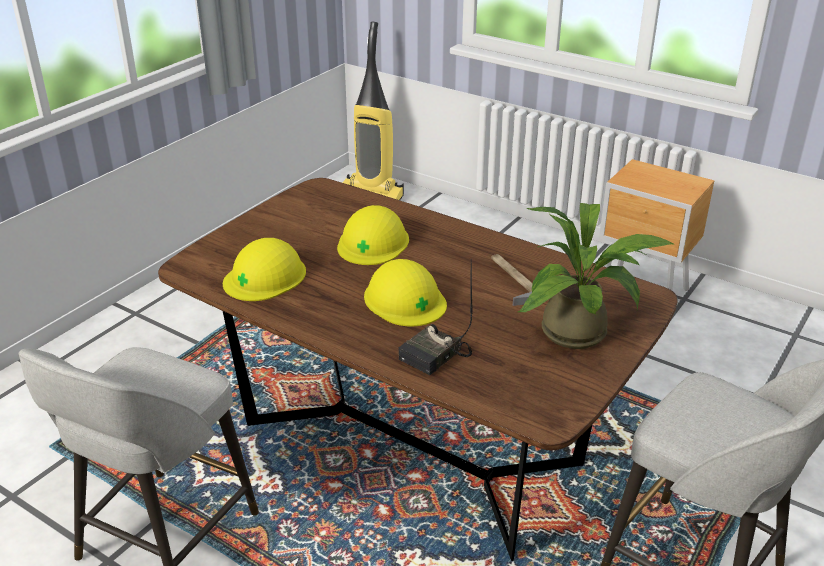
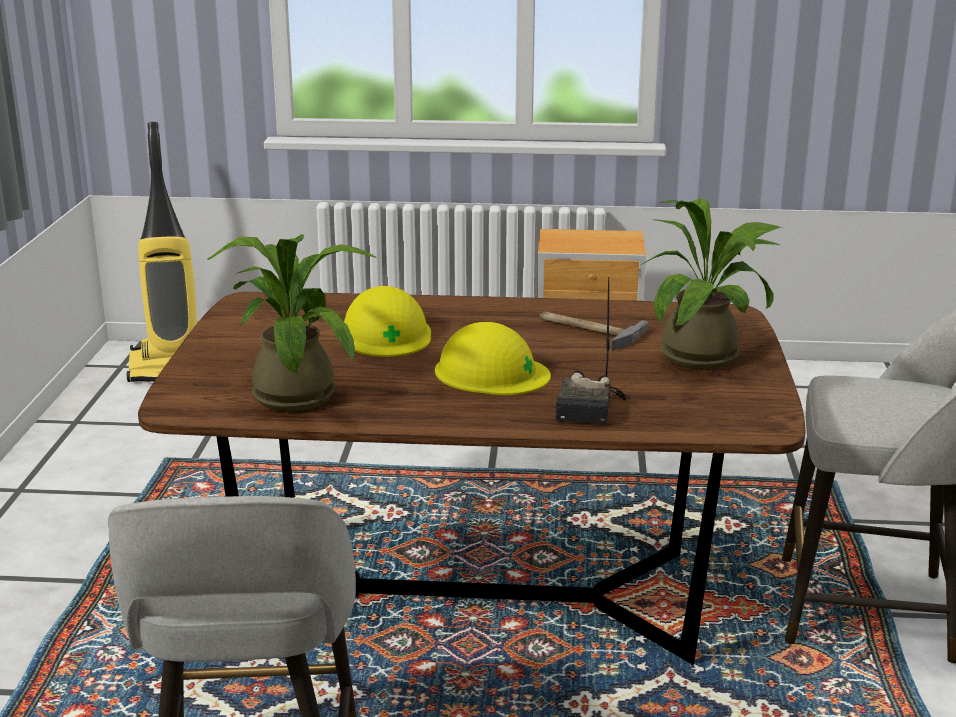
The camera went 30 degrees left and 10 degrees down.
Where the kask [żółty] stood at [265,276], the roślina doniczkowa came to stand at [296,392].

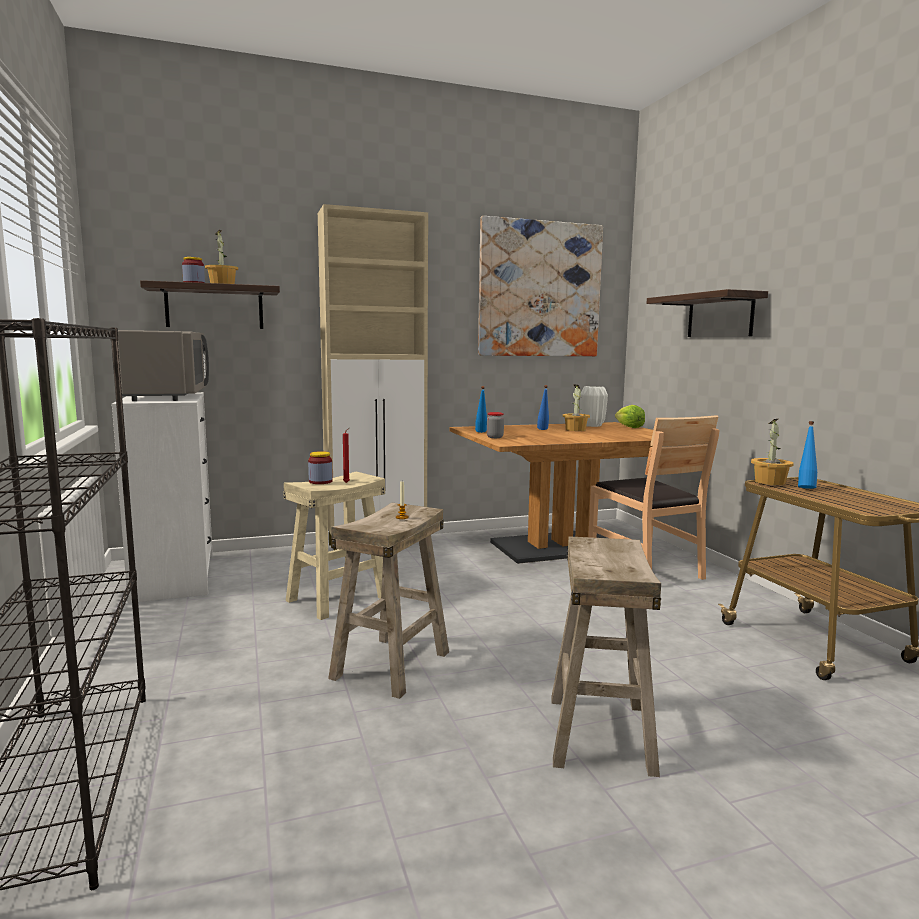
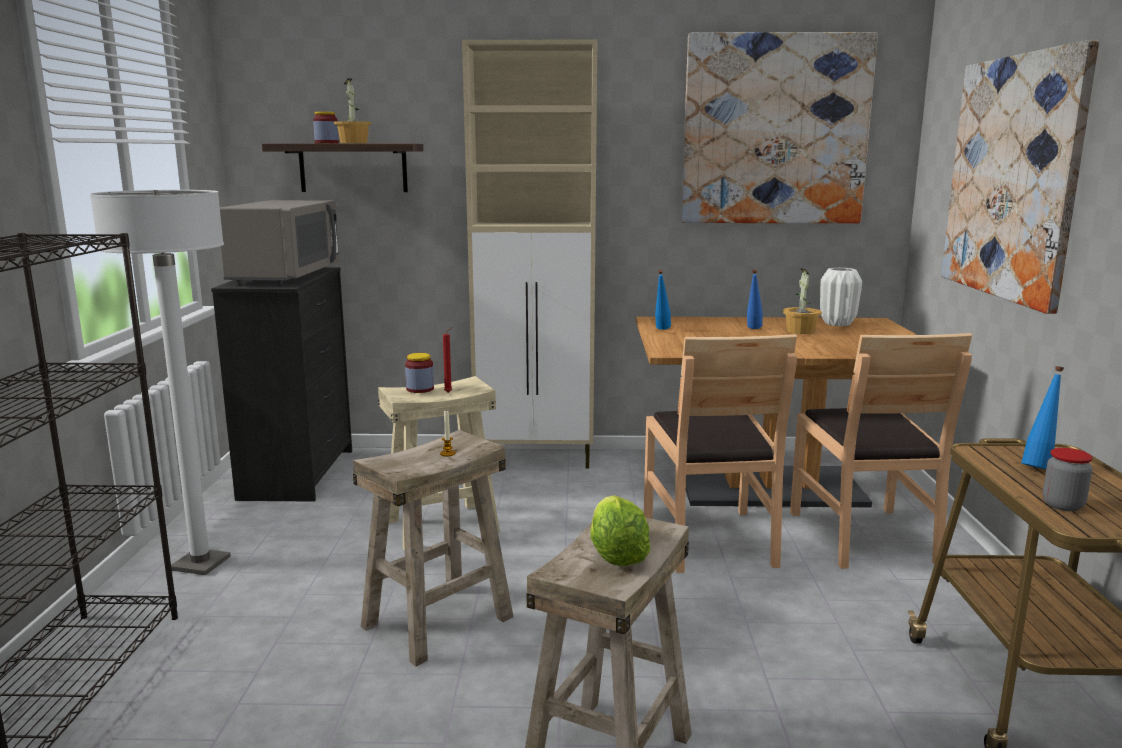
The camera went 20 degrees right and 5 degrees up.
Where the półka hung at [720,316], the obraz came to hang at [1012,178].
What was the komoda [biały] at [175,576] turned into the komoda [czarny] at [299,474].
The sałata ended up elsewhere, having gone from [629,427] to [616,554].
The słoik ended up elsewhere, having gone from [495,437] to [1063,505].
The second view lost the roślina doniczkowa at [770,482].
The second view gained the lampa stojąca [biały] at [201,564].
The second view gained the krzesło [brązowy] at [709,539].

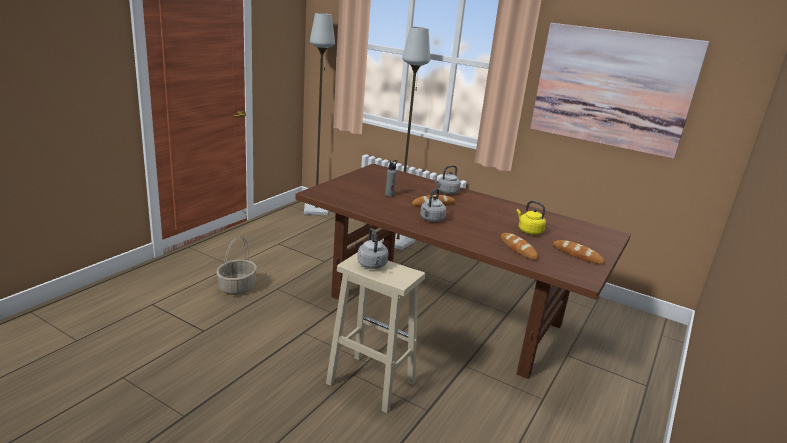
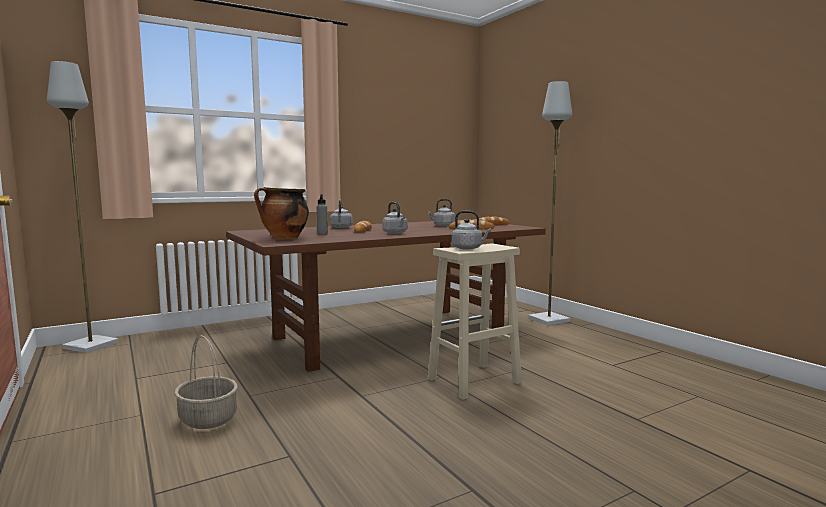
The camera went 60 degrees left and 15 degrees down.
The second view lost the obraz at [612,88].
The lampa stojąca [szary] ended up elsewhere, having gone from [398,242] to [548,320].
What was the czajnik [żółty] at [529,231] turned into the czajnik [szary] at [443,225].
The second view gained the garnek at [284,238].

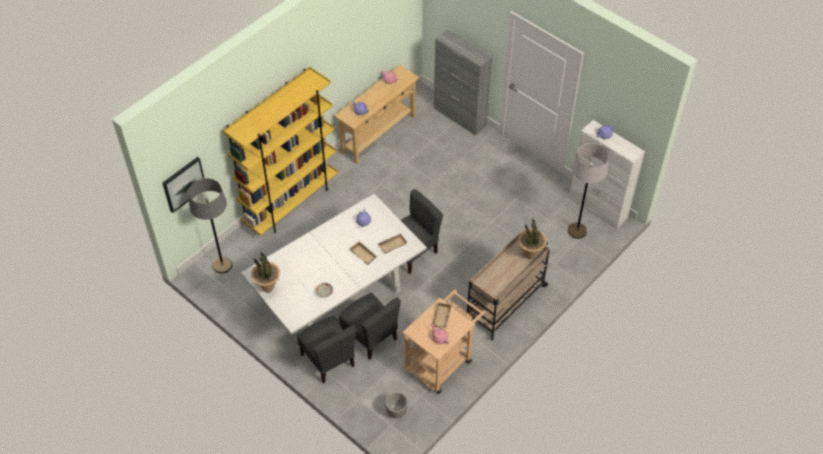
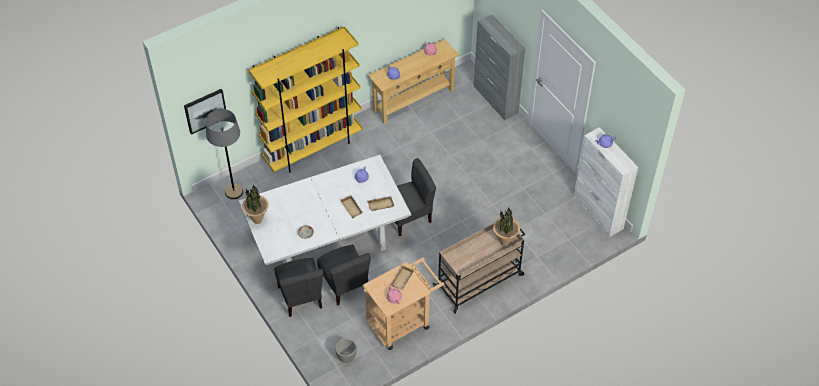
The camera went 15 degrees right and 0 degrees up.
The second view lost the lampa stojąca [szary] at [577,231].

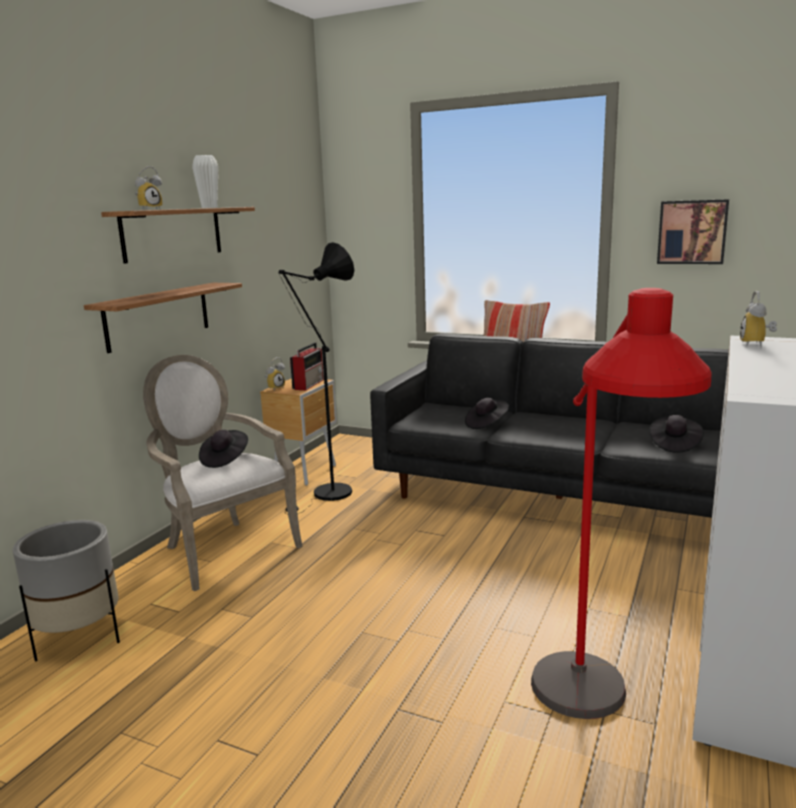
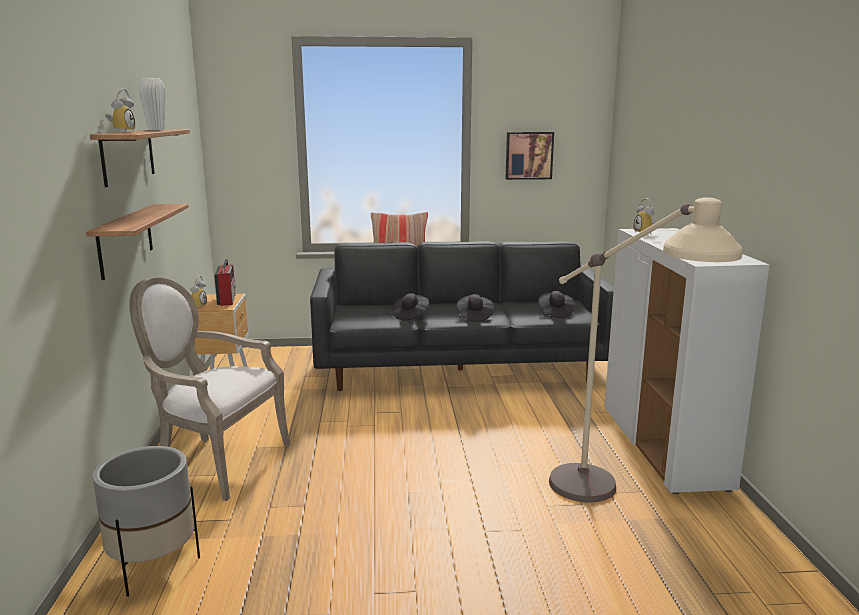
The camera went 30 degrees left and 0 degrees up.
The second view lost the lampa stojąca [czarny] at [327,495].
What was the lampa stojąca [czerwony] at [590,734] turned into the lampa stojąca [beżowy] at [613,508].
The kapelusz [czarny] ended up elsewhere, having gone from [224,459] to [474,316].

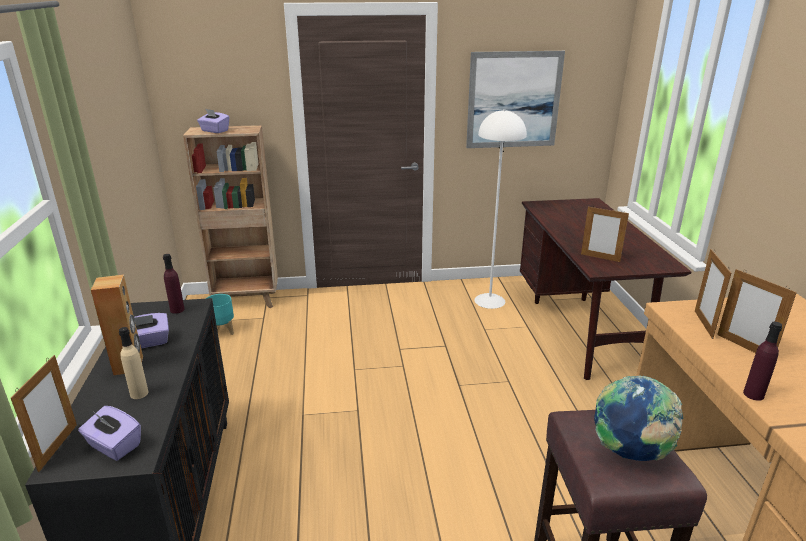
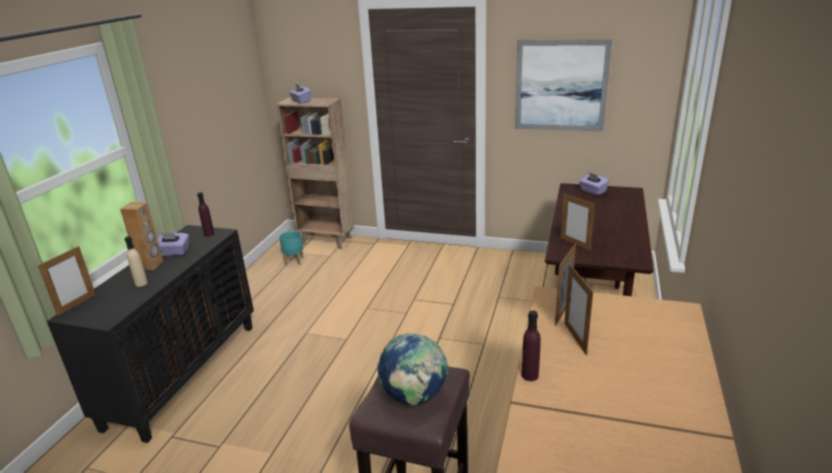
The camera went 25 degrees right and 0 degrees up.
The second view lost the lampa stojąca [biały] at [490,301].
The pudełko chusteczek [fioletowy] ended up elsewhere, having gone from [114,446] to [592,191].

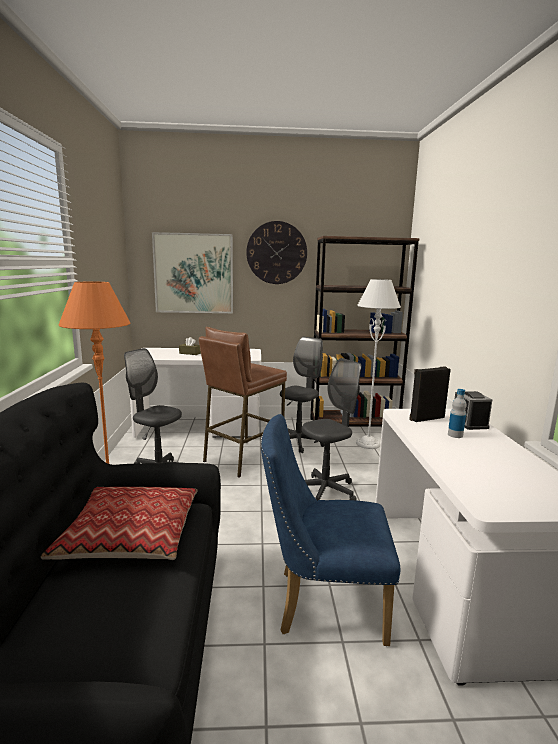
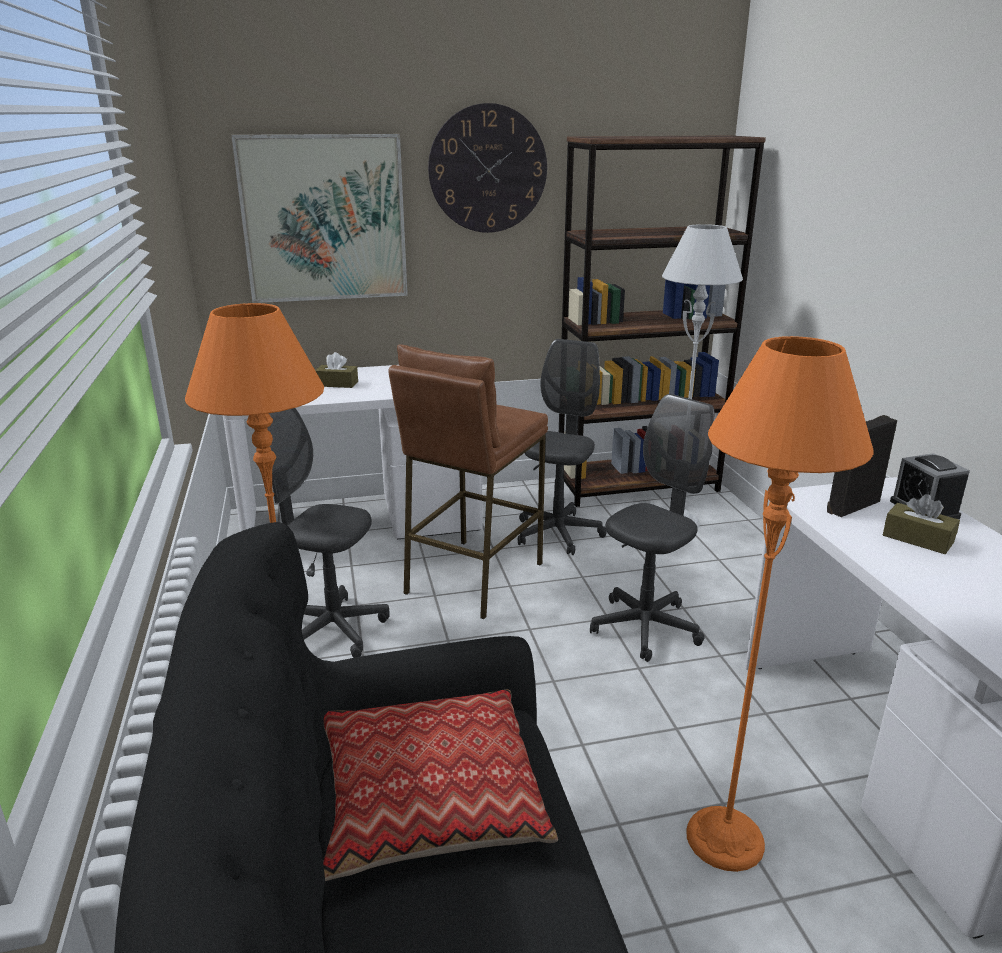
The camera went 10 degrees left and 10 degrees up.
Where the butelka stood at [455,435], the pudełko chusteczek [brązowy] came to stand at [917,539].
Where the krzesło [niebieski] stood at [321,603], the lampa stojąca [pomarańczowy] came to stand at [724,838].

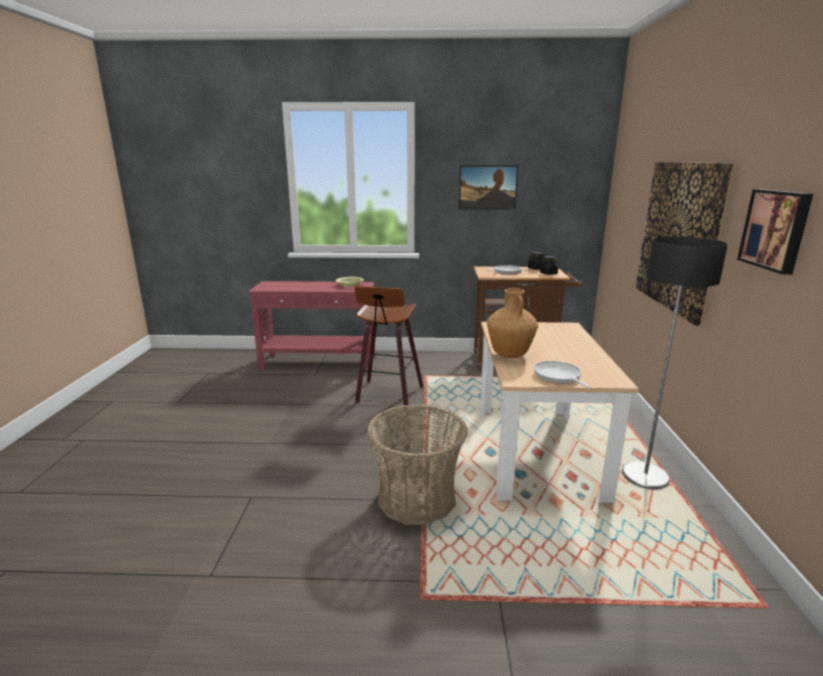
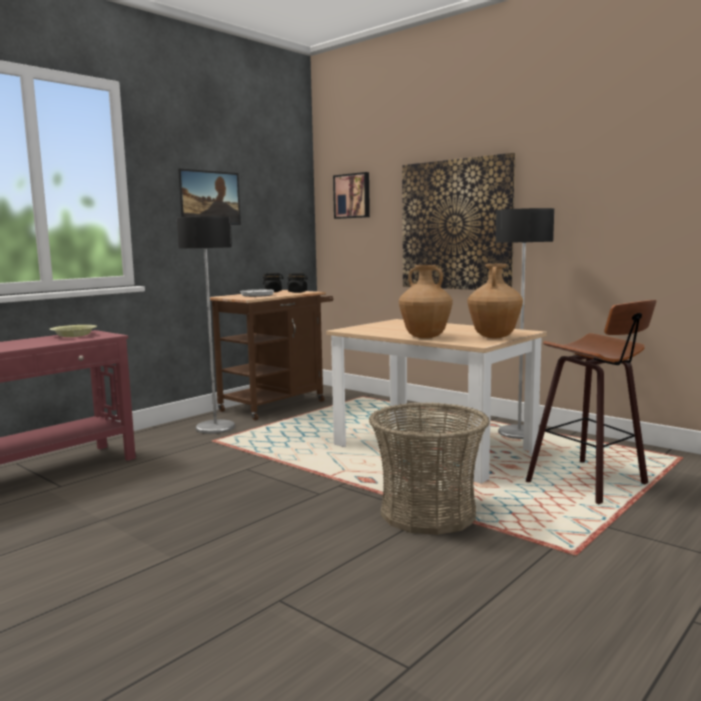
The camera went 50 degrees left and 10 degrees down.
The obraz ended up elsewhere, having gone from [776,229] to [352,196].
The stołek ended up elsewhere, having gone from [388,395] to [591,483].
Where the patelnia stood at [558,377], the wazon [brązowy] came to stand at [494,337].
The second view gained the lampa stojąca at [215,428].

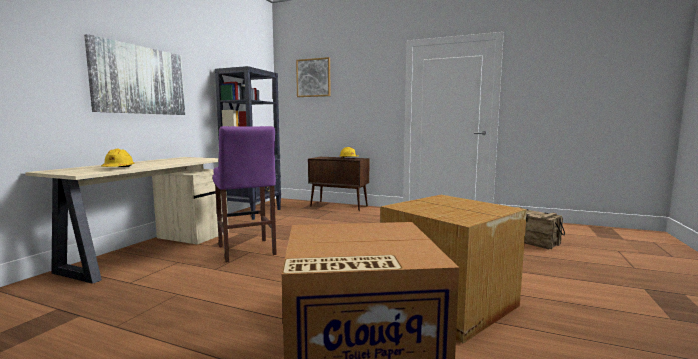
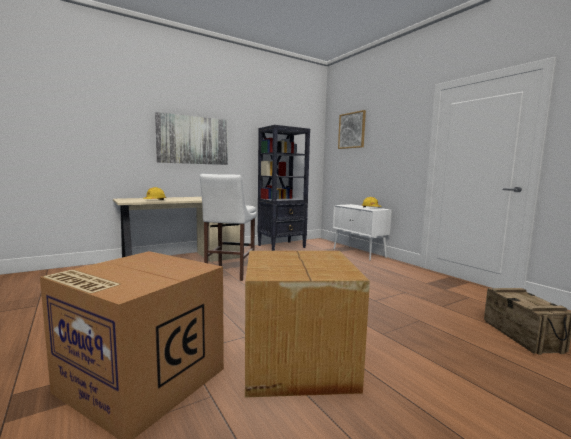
The camera went 35 degrees right and 0 degrees up.
What was the stołek [fioletowy] at [247,251] turned into the stołek [biały] at [228,273].
What was the szafka [brązowy] at [339,206] turned into the szafka [biały] at [359,253].

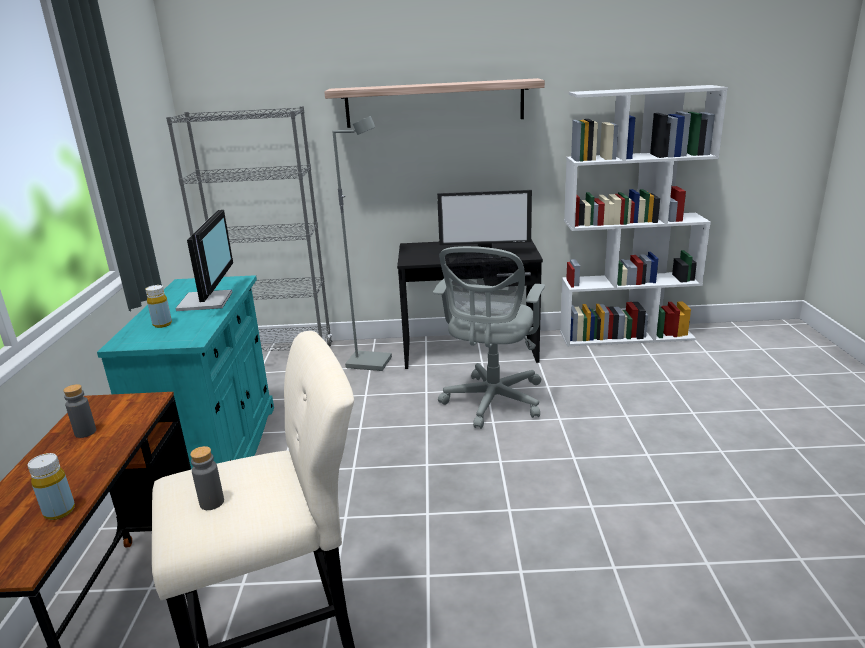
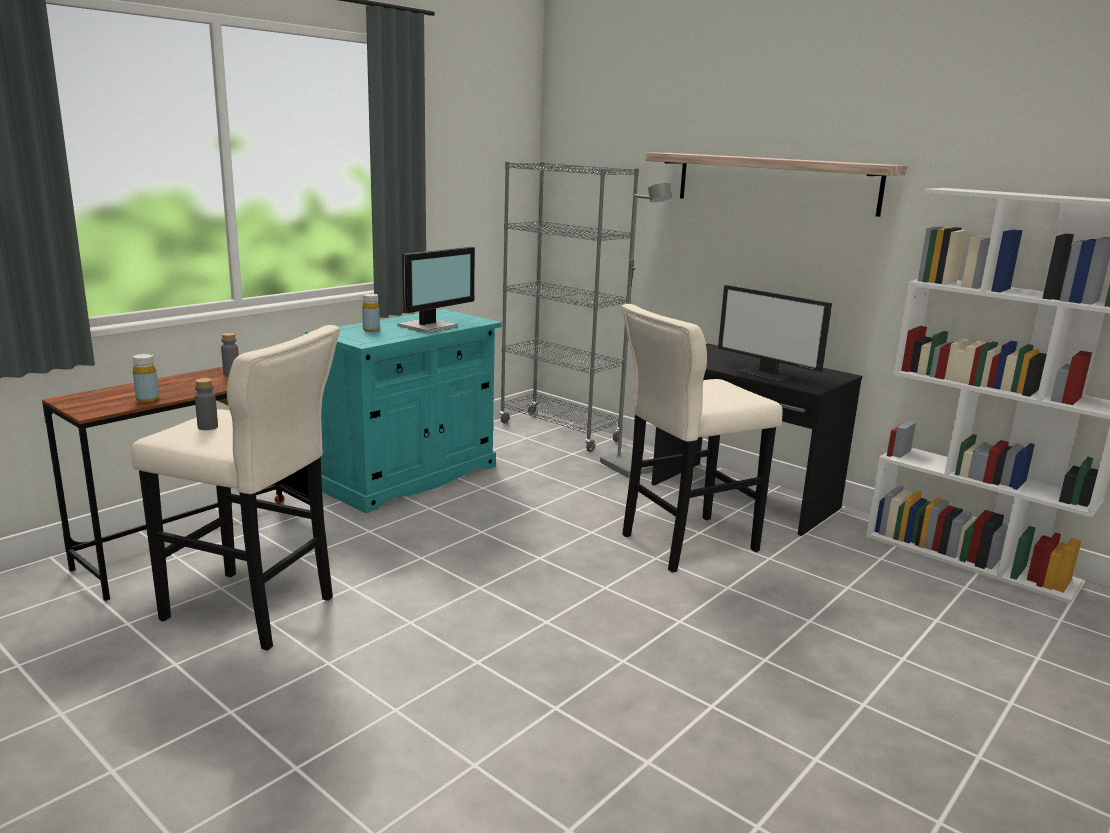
The camera went 40 degrees right and 5 degrees down.
Where the krzesło biurowe [szary] stood at [492,403], the stołek [beżowy] came to stand at [683,544].

